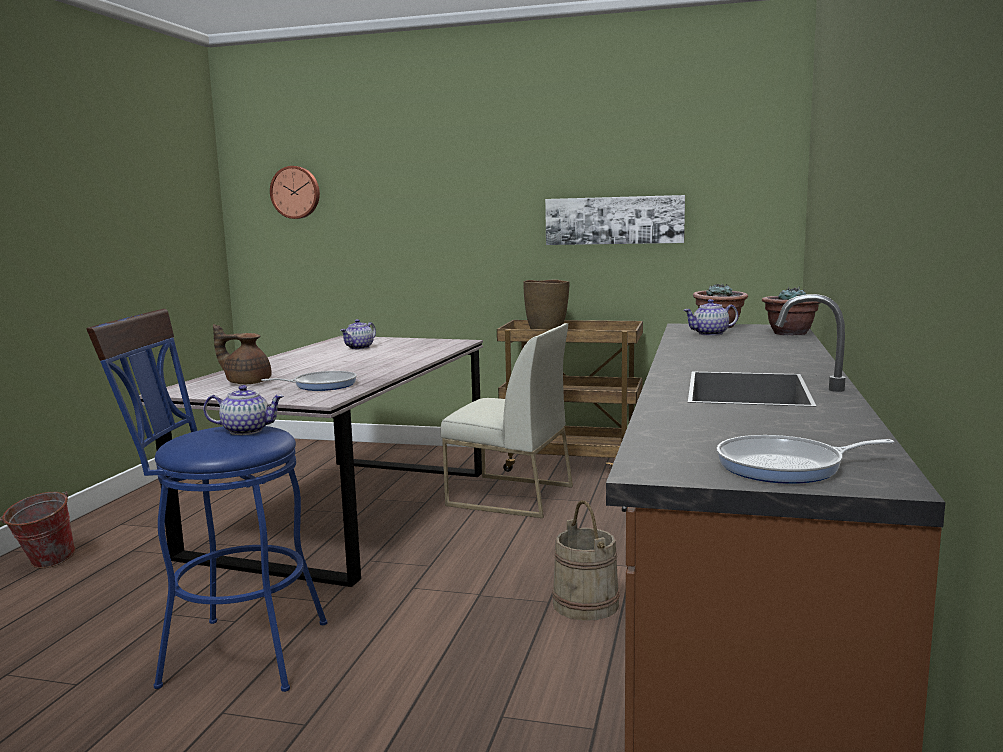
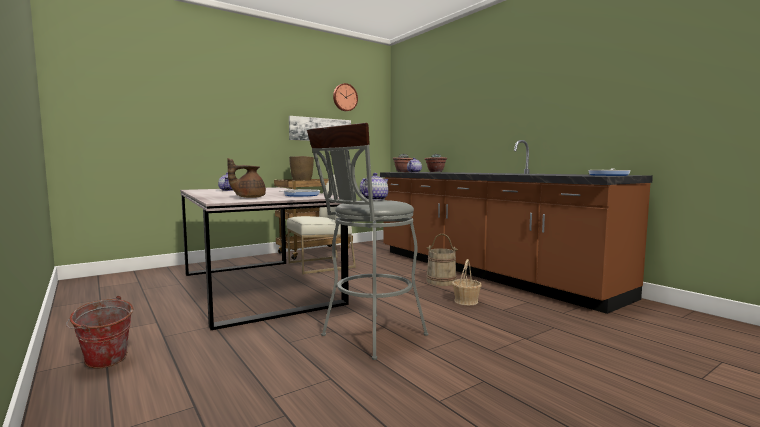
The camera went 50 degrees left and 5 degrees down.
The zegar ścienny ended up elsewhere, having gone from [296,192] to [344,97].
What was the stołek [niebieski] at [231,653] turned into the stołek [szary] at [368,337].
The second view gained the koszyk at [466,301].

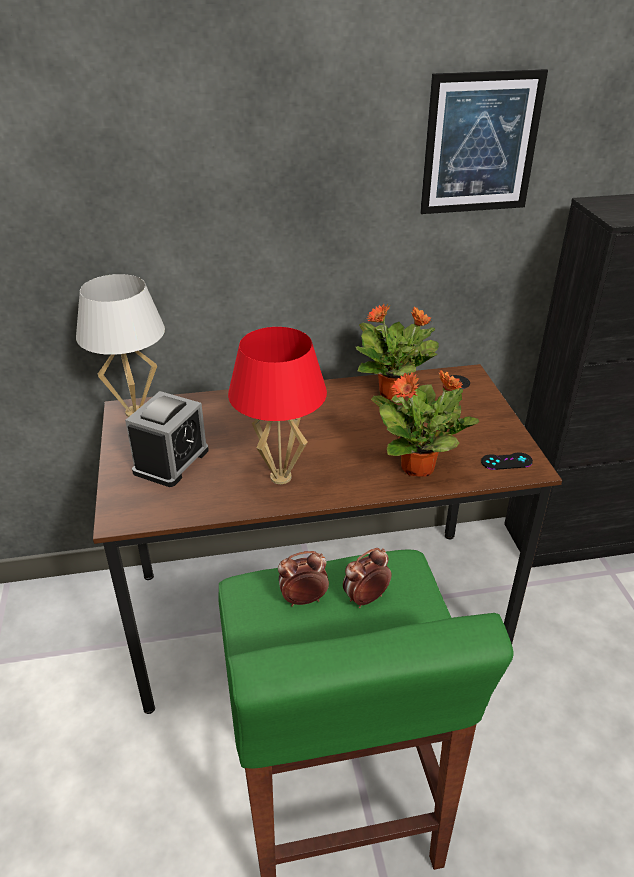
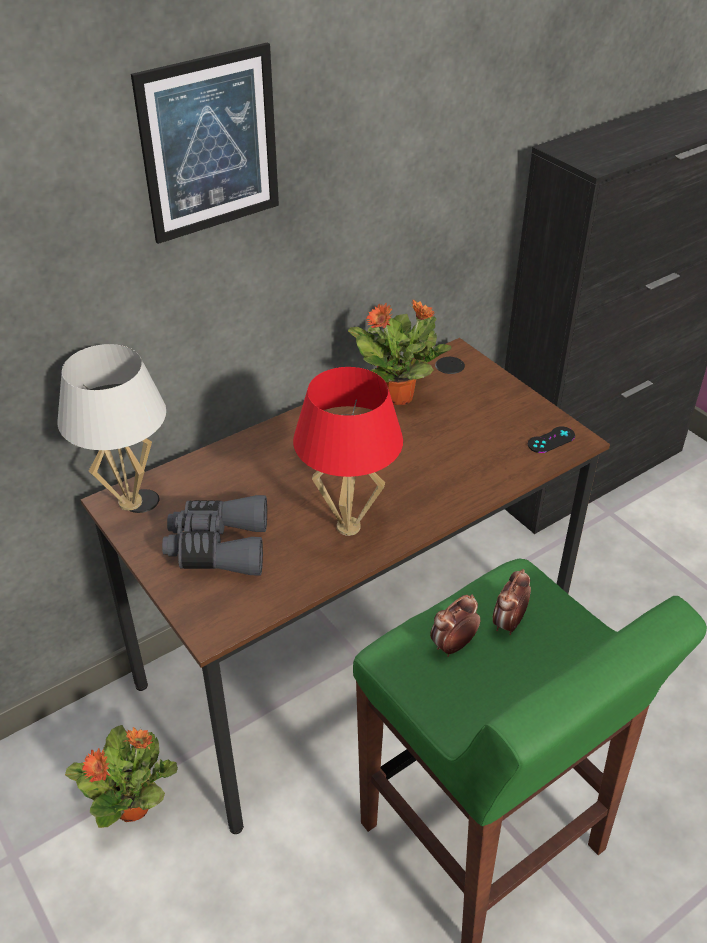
The camera went 25 degrees left and 5 degrees up.
The obraz ended up elsewhere, having gone from [480,144] to [210,144].
The roślina doniczkowa ended up elsewhere, having gone from [419,467] to [134,806].
Where the budzik stood at [171,461], the lornetka [szary] came to stand at [218,547].

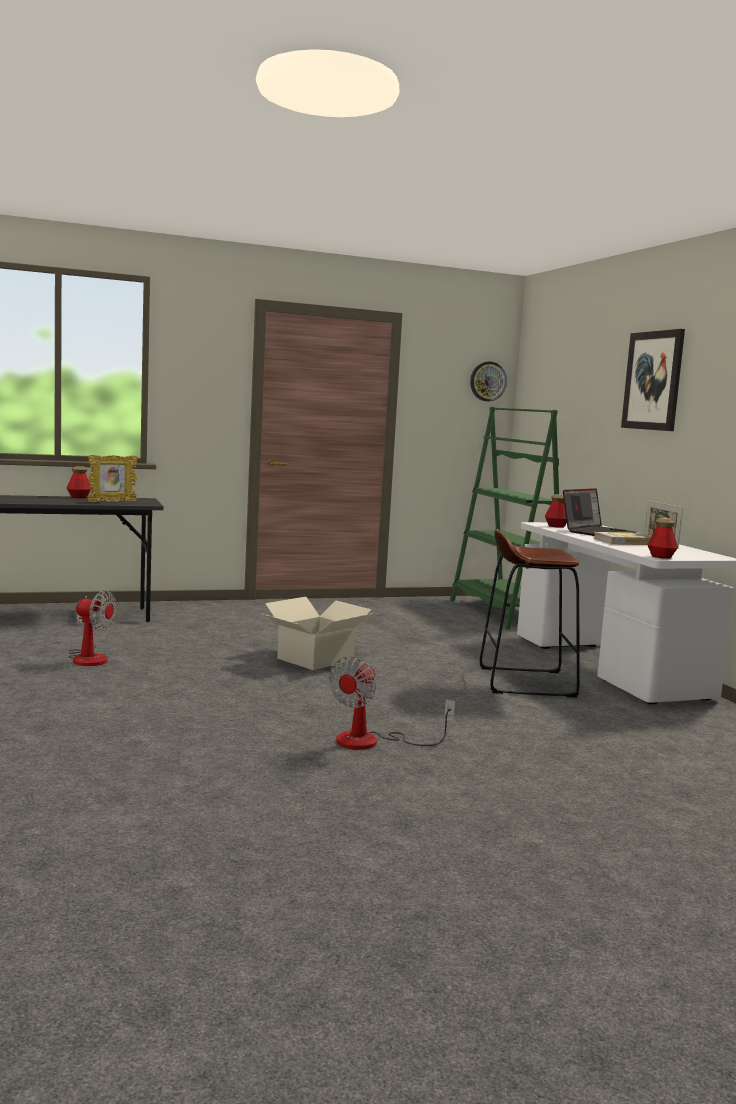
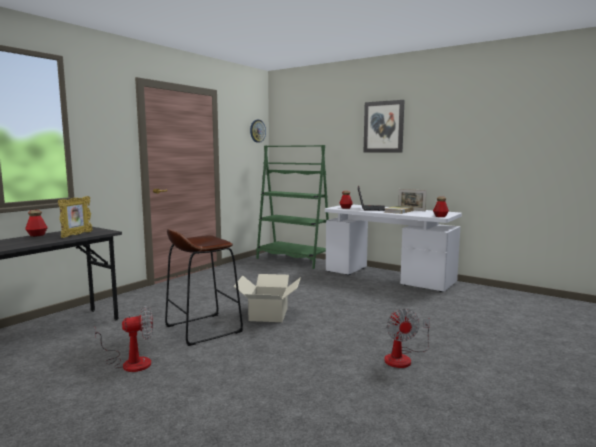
The camera went 35 degrees left and 0 degrees up.
The stołek [brązowy] ended up elsewhere, having gone from [526,682] to [203,329].

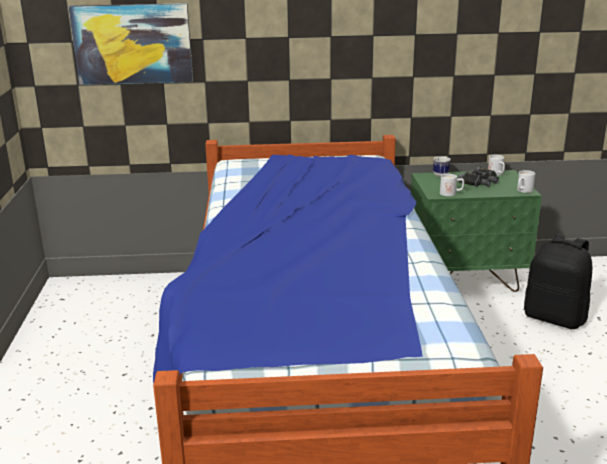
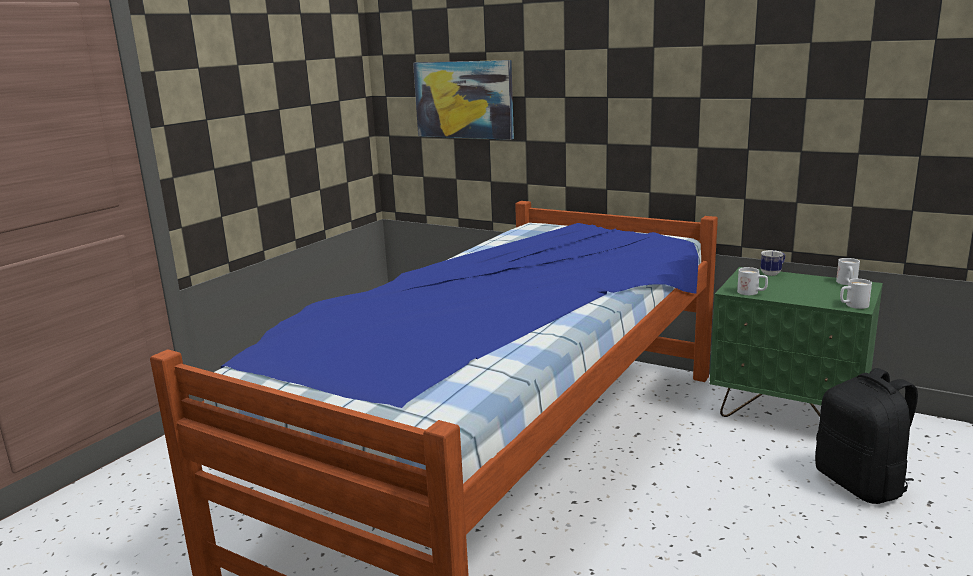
The camera went 35 degrees right and 5 degrees down.
The second view lost the lornetka [czarny] at [480,181].

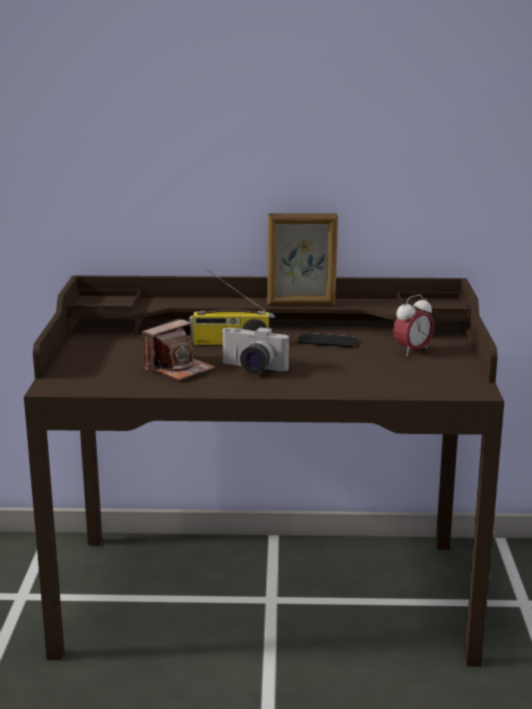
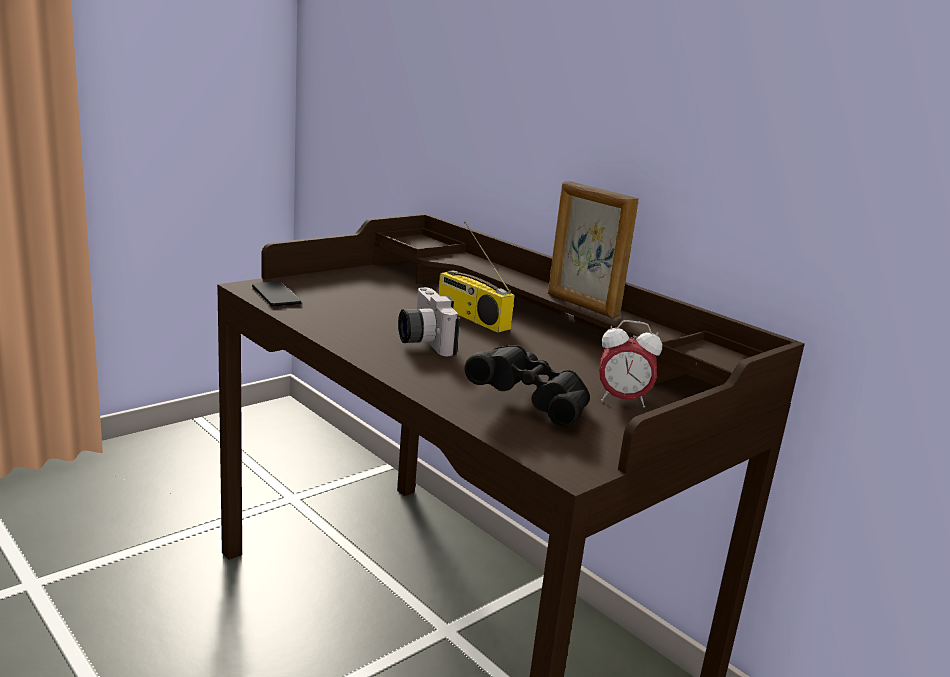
The camera went 45 degrees right and 0 degrees up.
The second view lost the aparat fotograficzny at [179,369].
The telefon ended up elsewhere, having gone from [326,341] to [276,295].
The second view gained the lornetka [czarny] at [531,404].

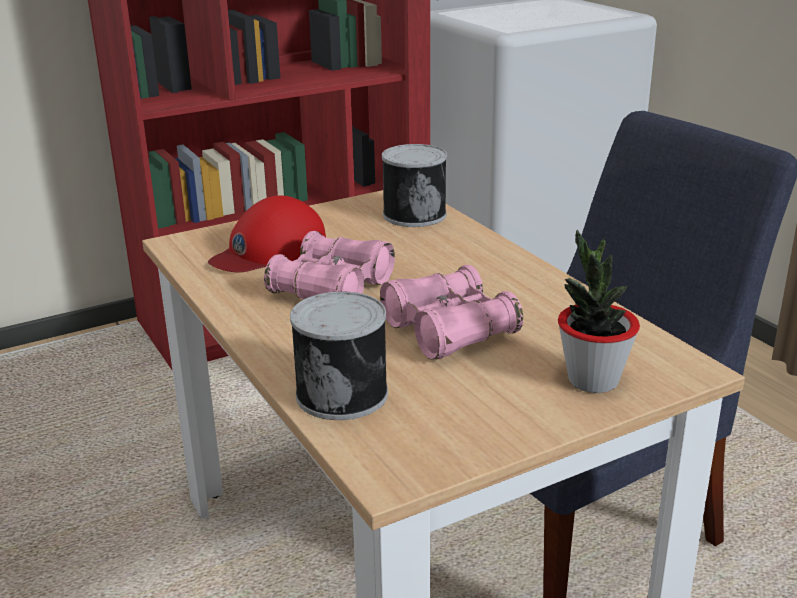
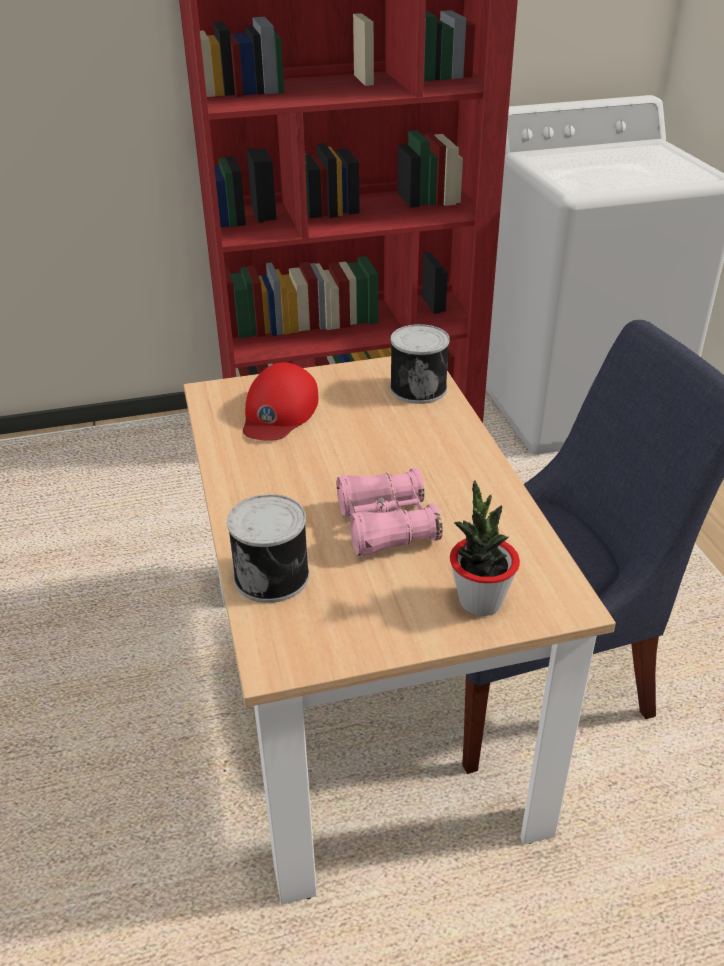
The camera went 15 degrees right and 10 degrees up.
The czapka z daszkiem [czerwony] at [269,250] ended up facing another way, 45 degrees counterclockwise from before.
The second view lost the lornetka [różowy] at [332,289].

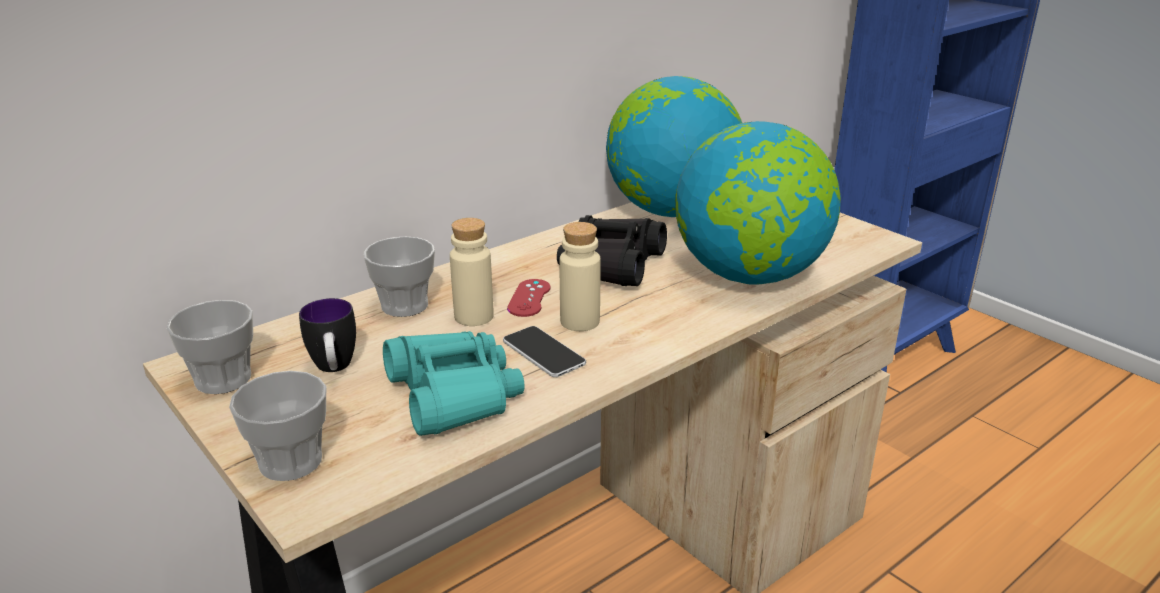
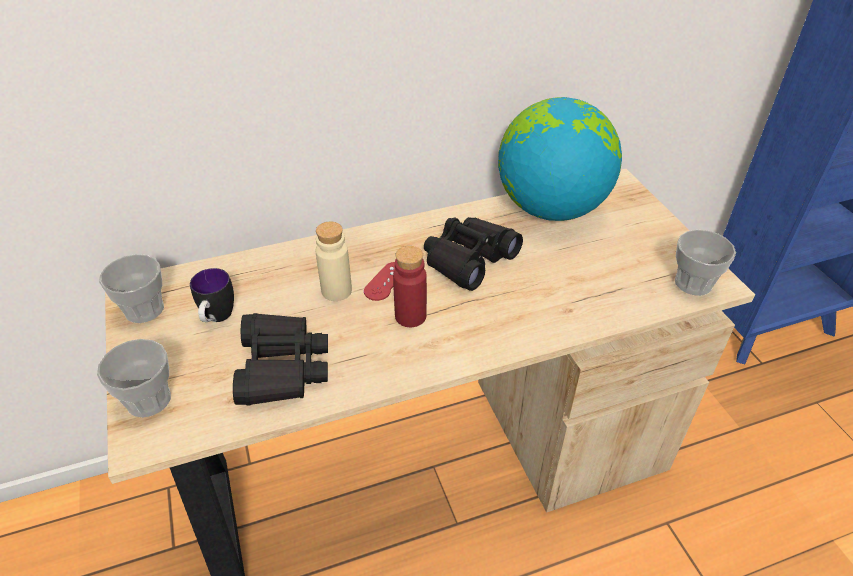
The camera went 20 degrees right and 15 degrees up.
The second view lost the globus at [749,276].
What was the butelka [beżowy] at [580,321] turned into the butelka [czerwony] at [410,316].
The filiżanka ended up elsewhere, having gone from [404,305] to [693,283].
The second view lost the telefon at [543,353].
What was the lornetka [turkusowy] at [454,395] turned into the lornetka [czarny] at [282,368].

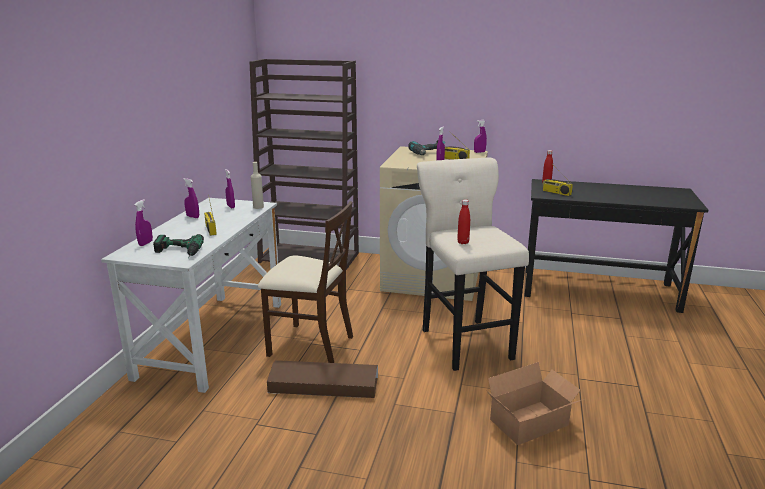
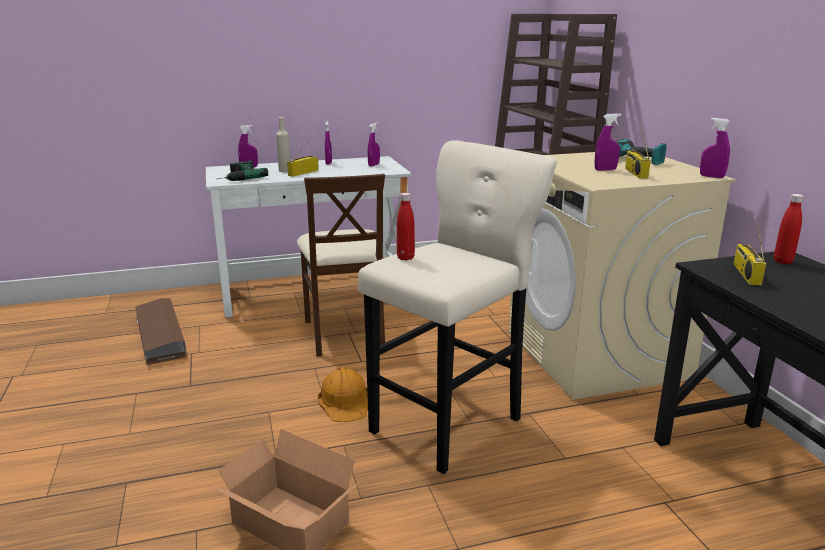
The camera went 60 degrees right and 0 degrees up.
The butelka [beżowy] ended up elsewhere, having gone from [258,207] to [284,170].
The pojemnik do przechowywania [brązowy] ended up elsewhere, having gone from [323,385] to [161,336].
The second view gained the kask [pomarańczowy] at [345,401].

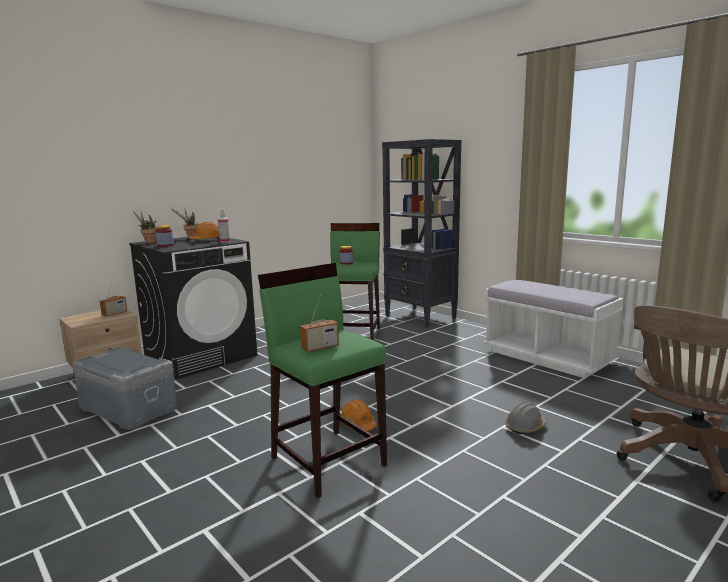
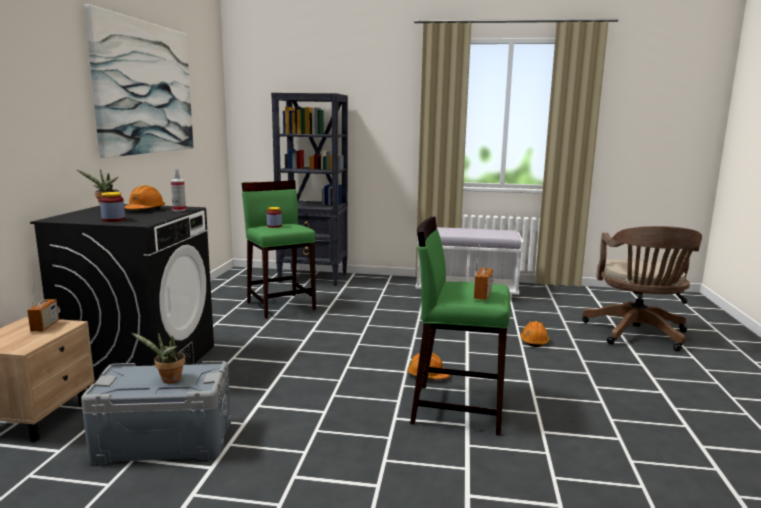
The camera went 40 degrees left and 0 degrees up.
The roślina doniczkowa ended up elsewhere, having gone from [149,242] to [168,380].
What was the kask [szary] at [525,427] turned into the kask [pomarańczowy] at [534,341].
The second view gained the obraz at [145,88].

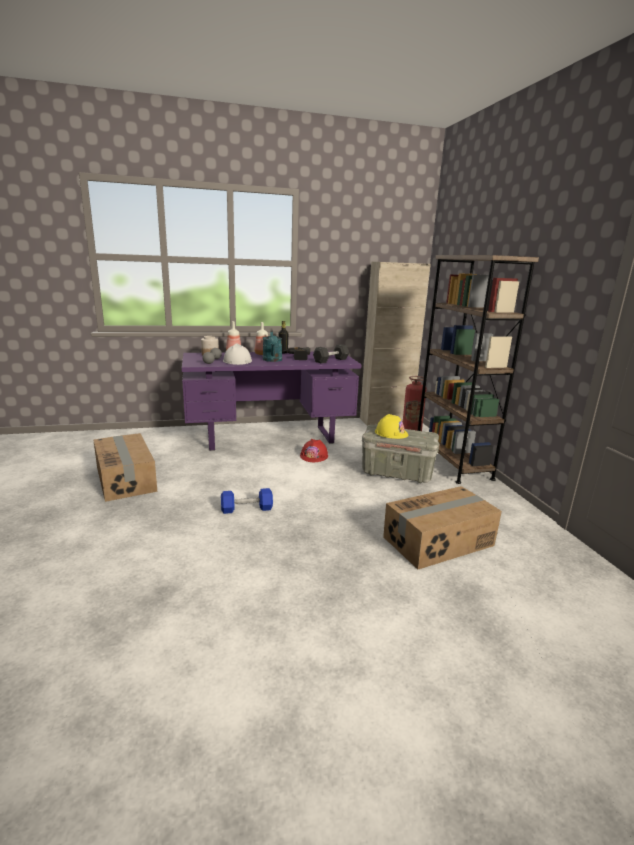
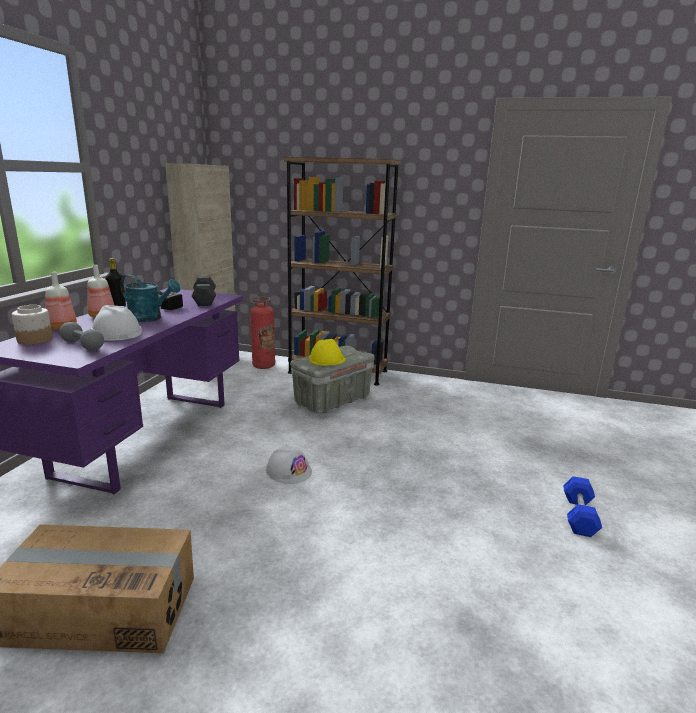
The camera went 60 degrees left and 0 degrees up.
The second view lost the kask [czerwony] at [314,456].
The second view lost the karton at [439,541].
The hantel [niebieski] ended up elsewhere, having gone from [247,509] to [579,516].
The second view gained the kask [biały] at [289,471].

